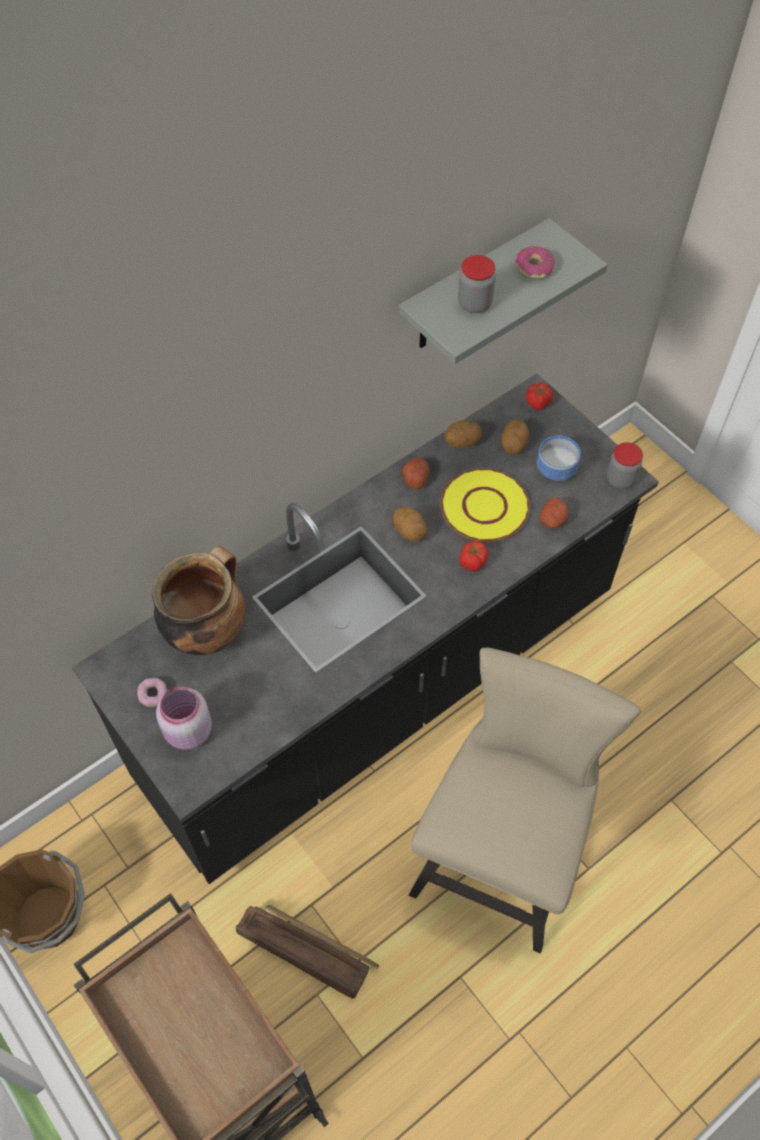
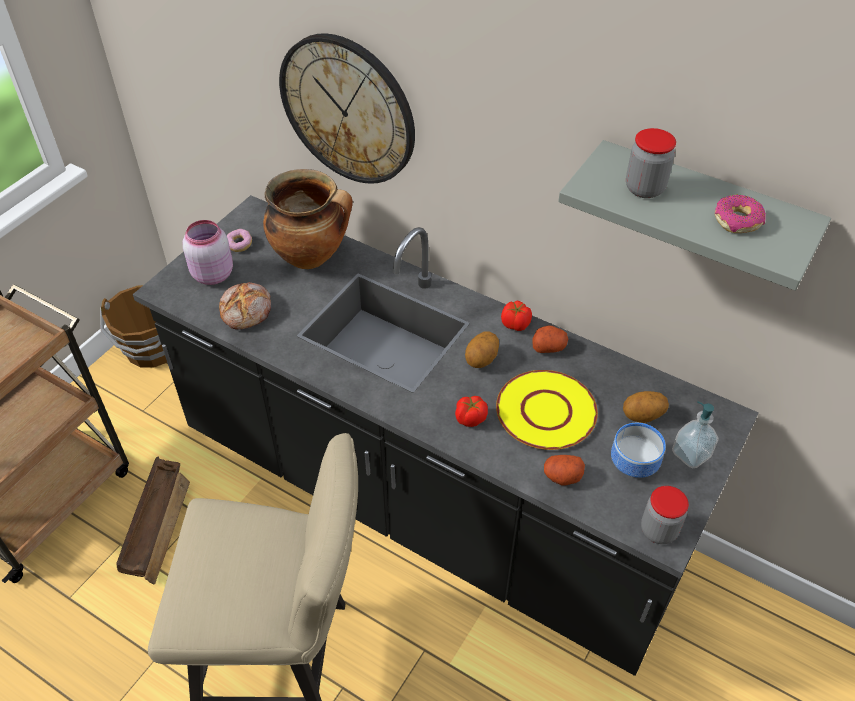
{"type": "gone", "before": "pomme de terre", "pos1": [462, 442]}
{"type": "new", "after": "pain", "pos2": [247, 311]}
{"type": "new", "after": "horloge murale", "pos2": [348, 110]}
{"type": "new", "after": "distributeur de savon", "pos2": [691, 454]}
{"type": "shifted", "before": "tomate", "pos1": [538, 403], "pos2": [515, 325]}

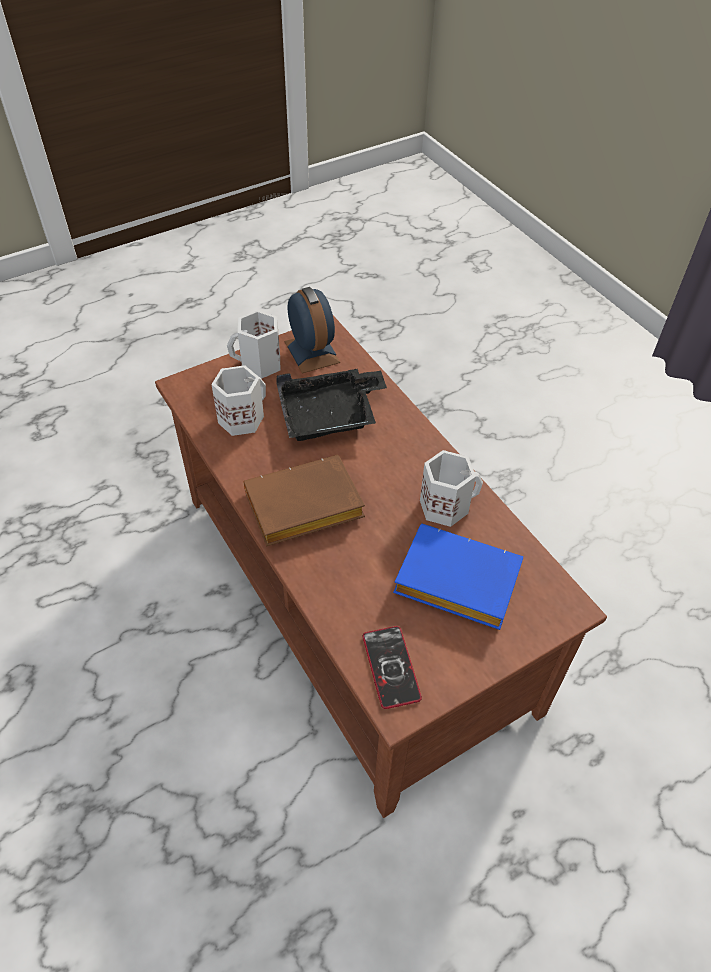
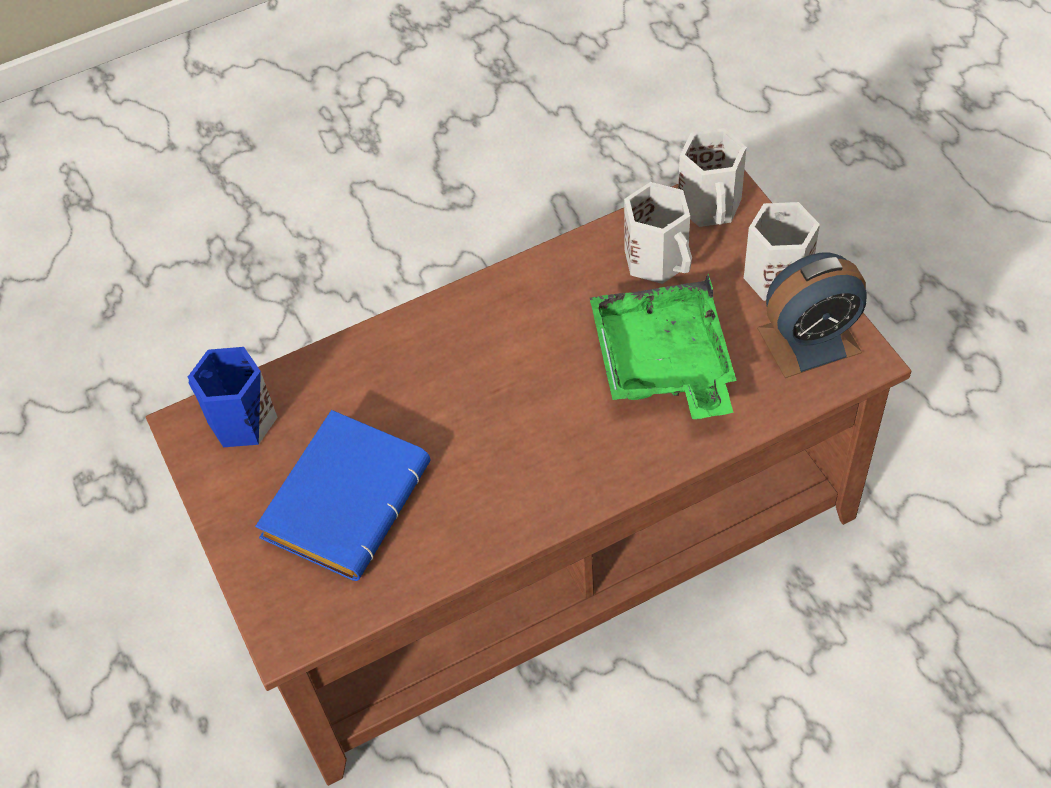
{"type": "gone", "before": "livre (marron)", "pos1": [302, 509]}
{"type": "shifted", "before": "mug (blanc)", "pos1": [445, 505], "pos2": [712, 205]}
{"type": "swapped", "before": "téléphone", "after": "mug (bleu)", "pos1": [391, 667], "pos2": [238, 420]}
{"type": "repainted", "before": "plateau (noir)", "after": "plateau (vert)", "pos1": [330, 415], "pos2": [663, 363]}

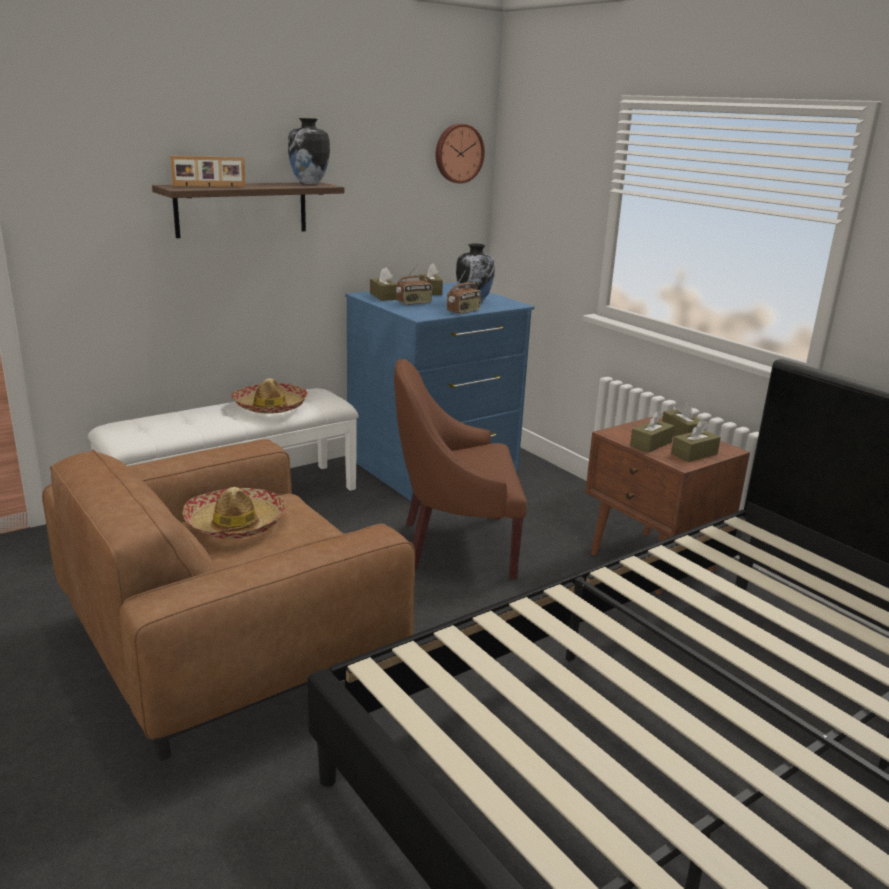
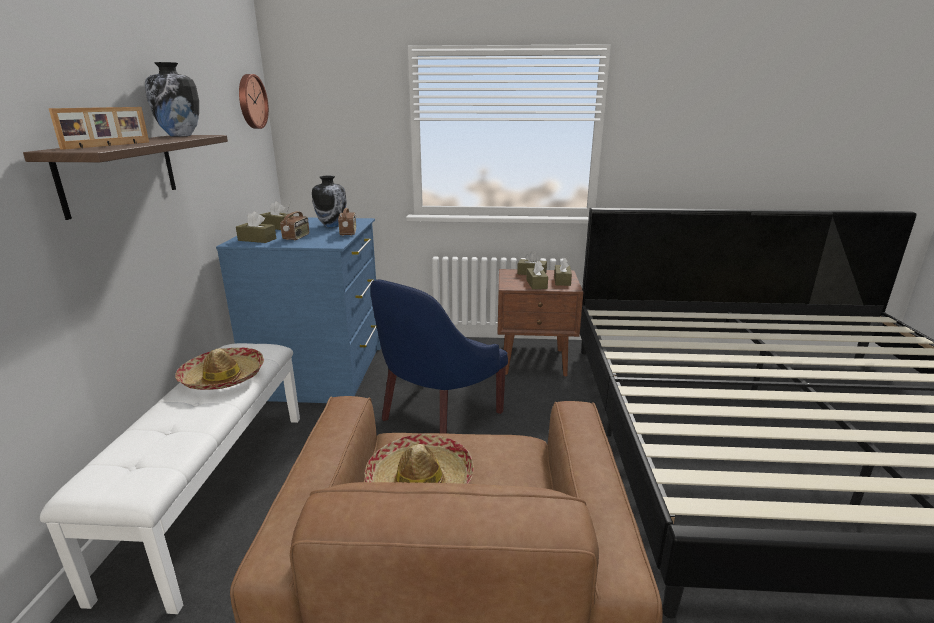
{"type": "repainted", "before": "fauteuil (marron)", "after": "fauteuil (bleu)", "pos1": [455, 545], "pos2": [436, 414]}

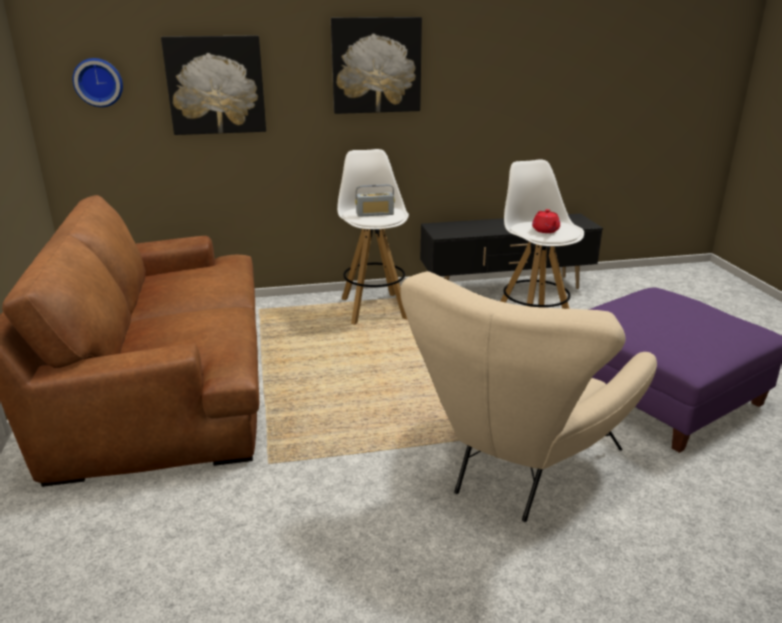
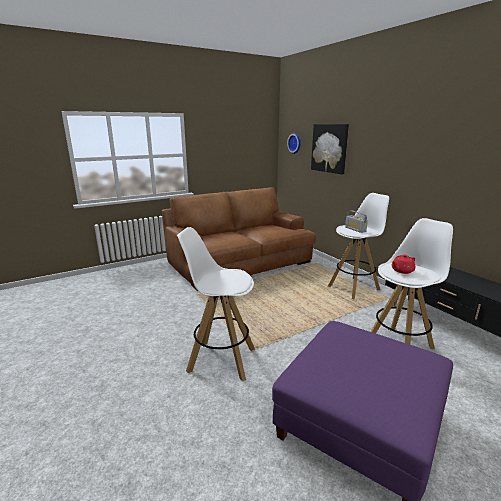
{"type": "gone", "before": "tableau", "pos1": [376, 65]}
{"type": "swapped", "before": "fauteuil (beige)", "after": "tabouret (blanc)", "pos1": [516, 469], "pos2": [221, 359]}

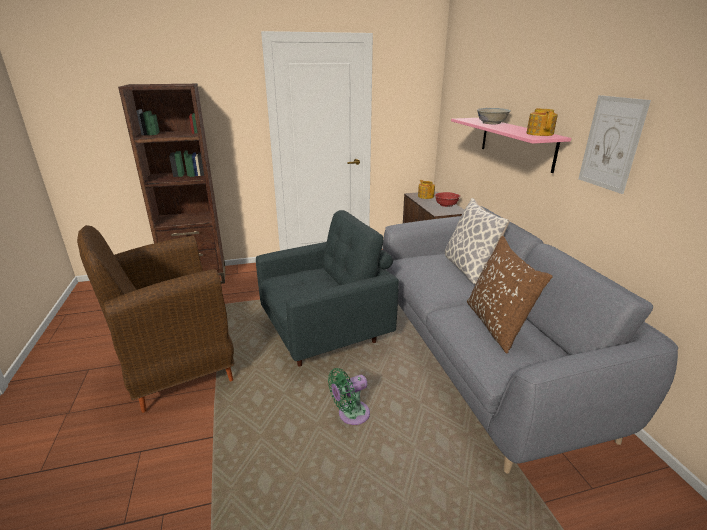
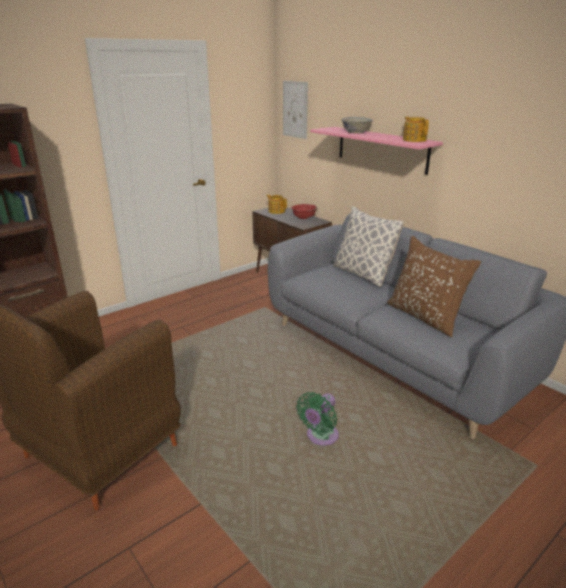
{"type": "gone", "before": "fauteuil (gris)", "pos1": [326, 333]}
{"type": "shifted", "before": "tableau", "pos1": [611, 143], "pos2": [295, 109]}

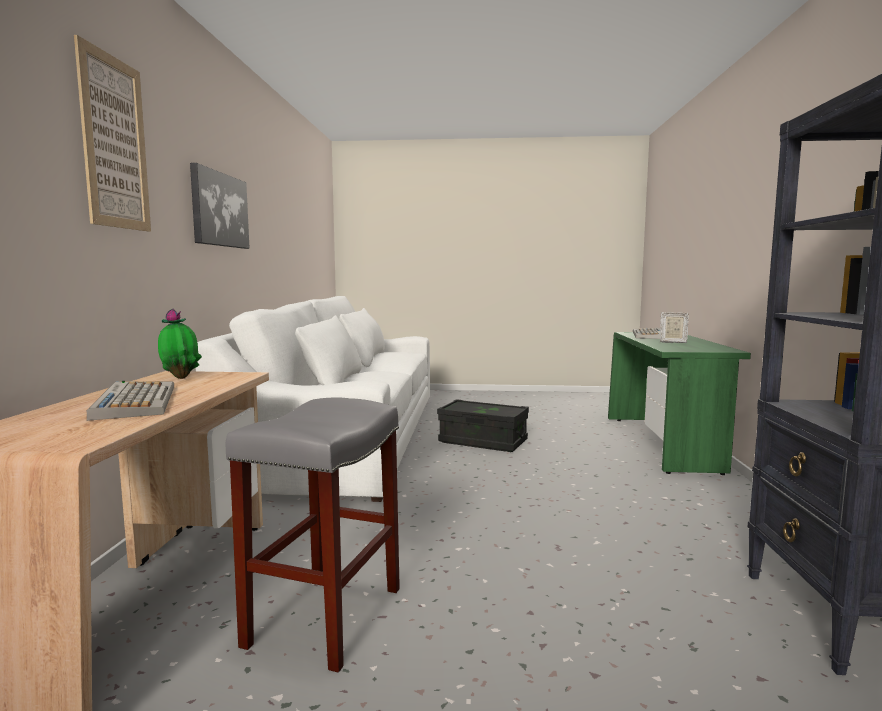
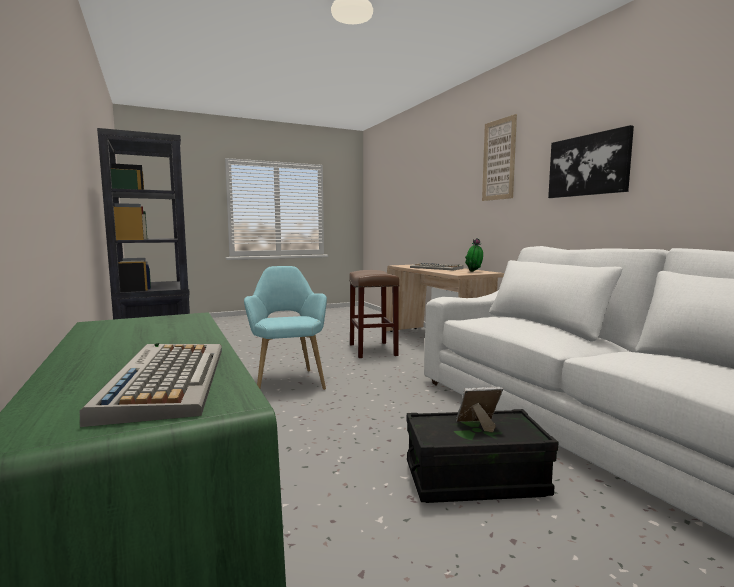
{"type": "new", "after": "fauteuil (turquoise)", "pos2": [288, 380]}
{"type": "shifted", "before": "cadre photo", "pos1": [672, 342], "pos2": [478, 426]}
{"type": "repainted", "before": "tabouret (gris)", "after": "tabouret (marron)", "pos1": [325, 618], "pos2": [372, 349]}

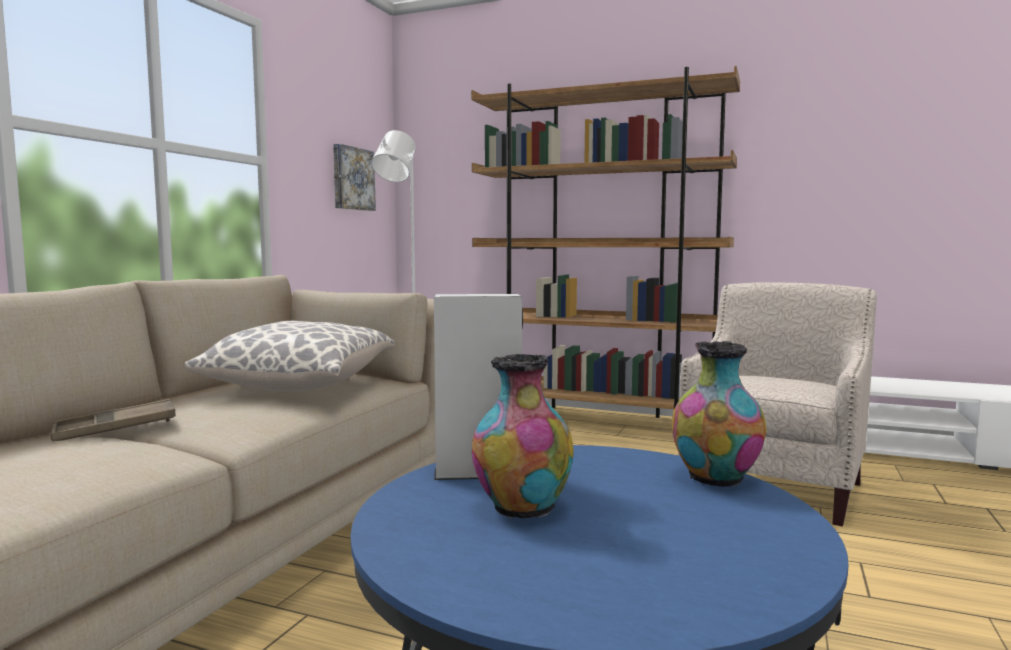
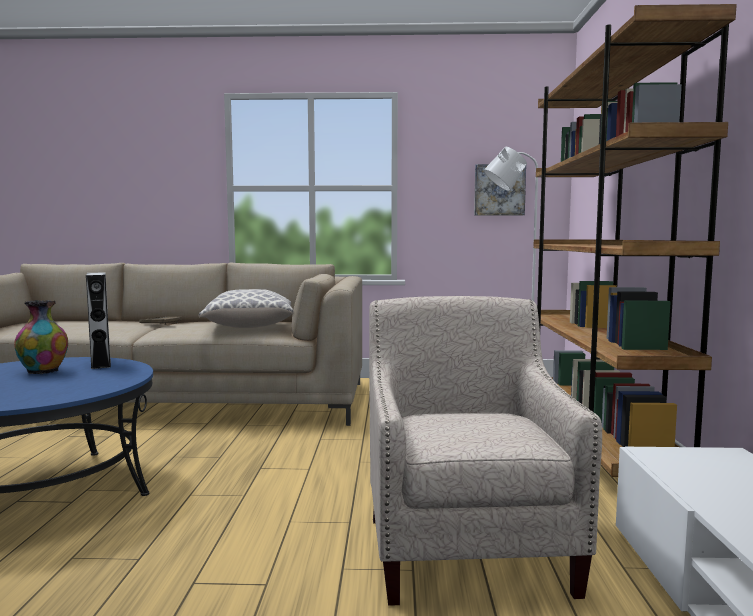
{"type": "gone", "before": "vase", "pos1": [715, 479]}
{"type": "rotated", "before": "fauteuil (beige)", "pos1": [776, 485], "pos2": [467, 545], "turn": -105}

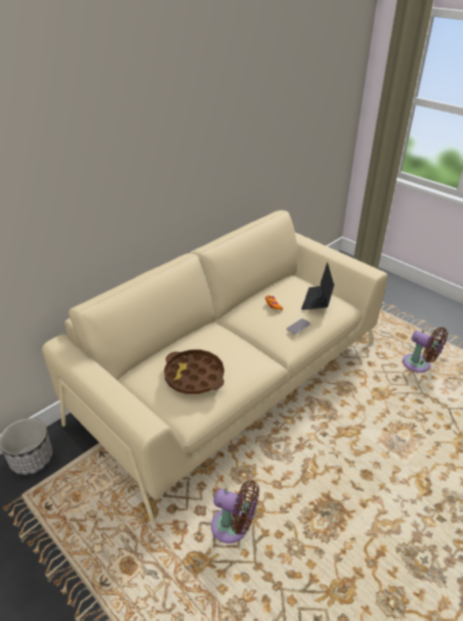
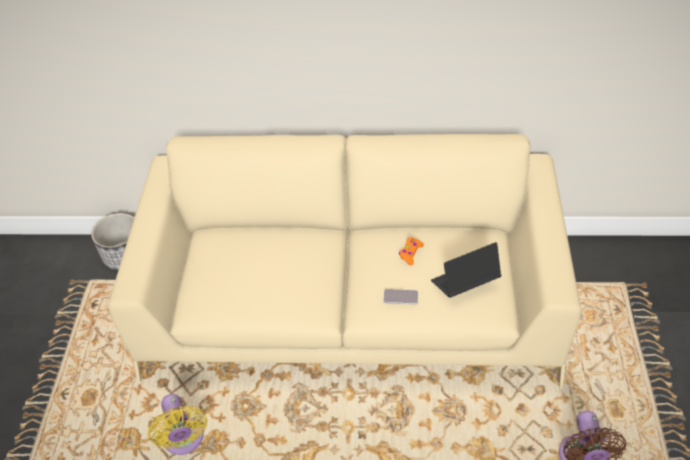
{"type": "gone", "before": "plateau (marron)", "pos1": [194, 376]}
{"type": "repainted", "before": "ventilateur (marron)", "after": "ventilateur (jaune)", "pos1": [233, 527], "pos2": [184, 440]}

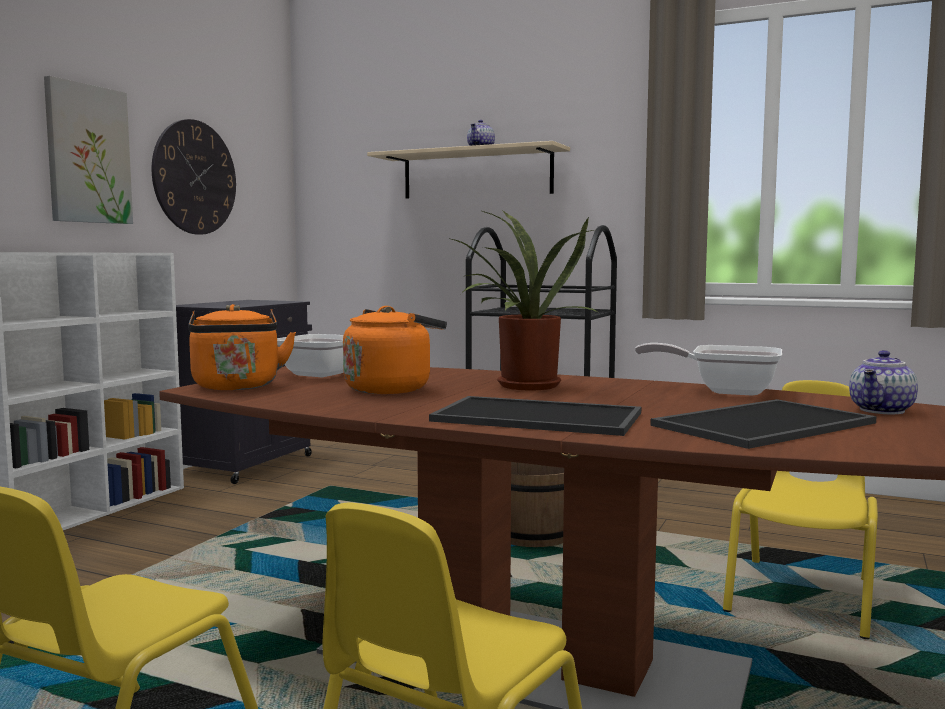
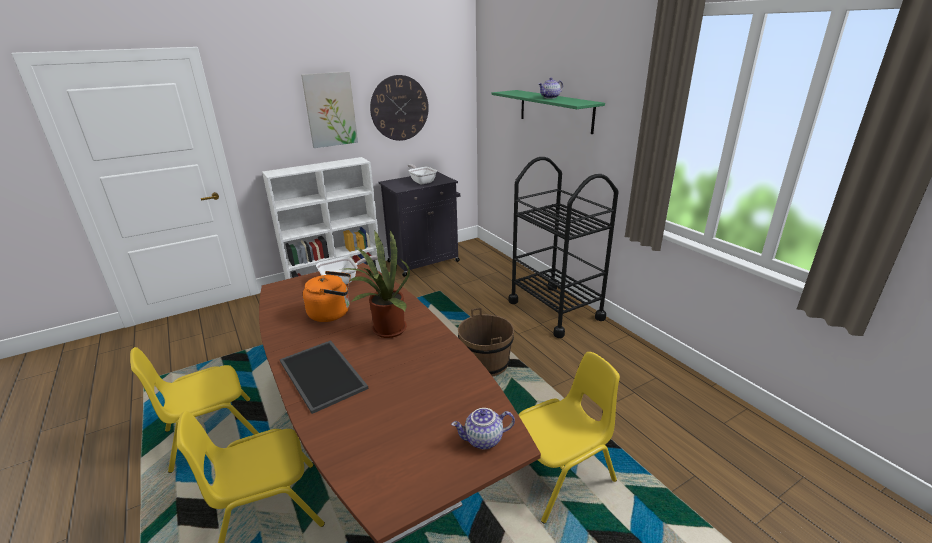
{"type": "gone", "before": "bouilloire (orange)", "pos1": [237, 387]}
{"type": "gone", "before": "plateau", "pos1": [762, 423]}
{"type": "shifted", "before": "poêle", "pos1": [724, 391], "pos2": [422, 181]}
{"type": "repainted", "before": "étagère (beige)", "after": "étagère (vert)", "pos1": [476, 174], "pos2": [555, 110]}

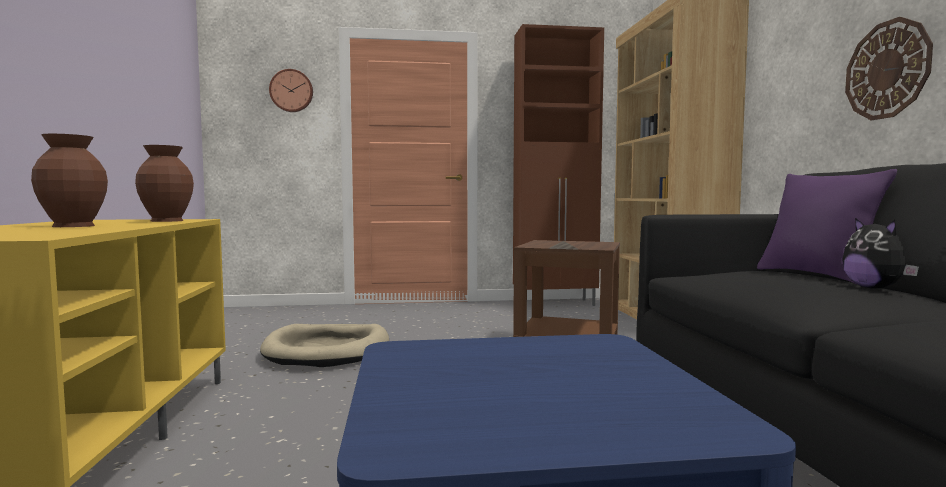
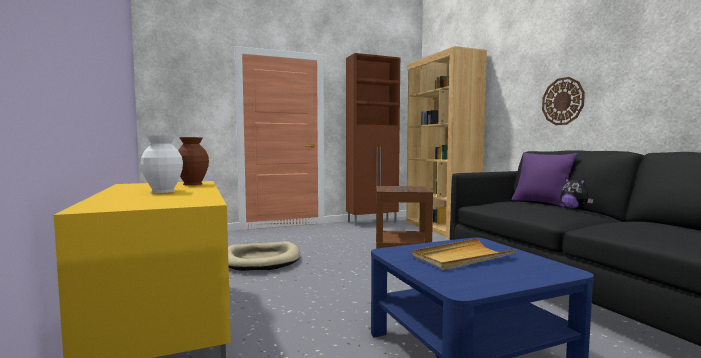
{"type": "gone", "before": "horloge murale", "pos1": [291, 91]}
{"type": "new", "after": "plateau (beige)", "pos2": [462, 257]}
{"type": "repainted", "before": "vase (marron)", "after": "vase (blanc)", "pos1": [75, 226], "pos2": [164, 191]}

